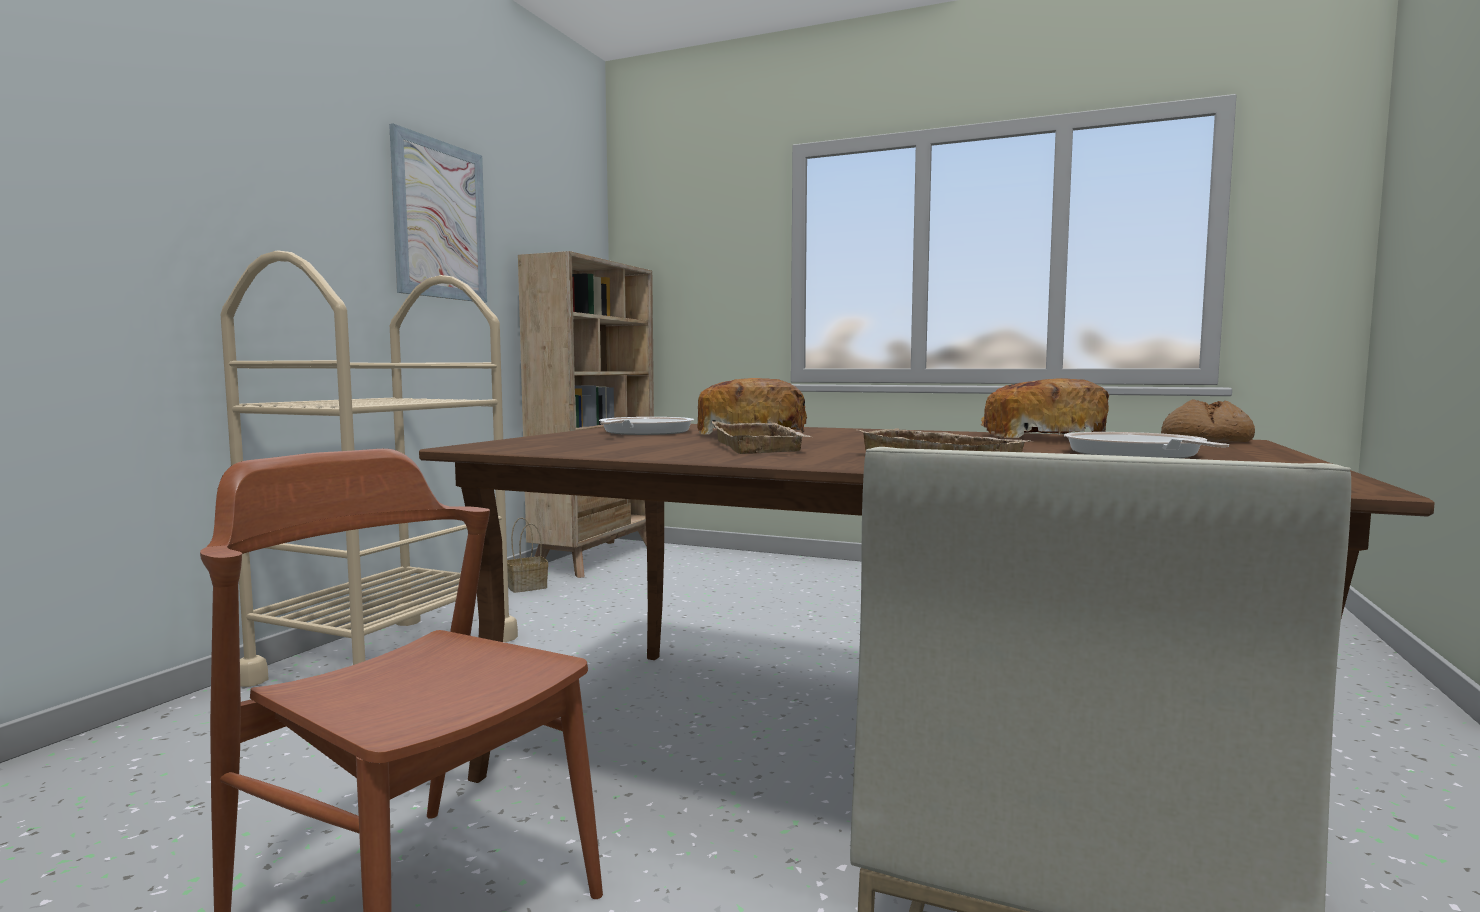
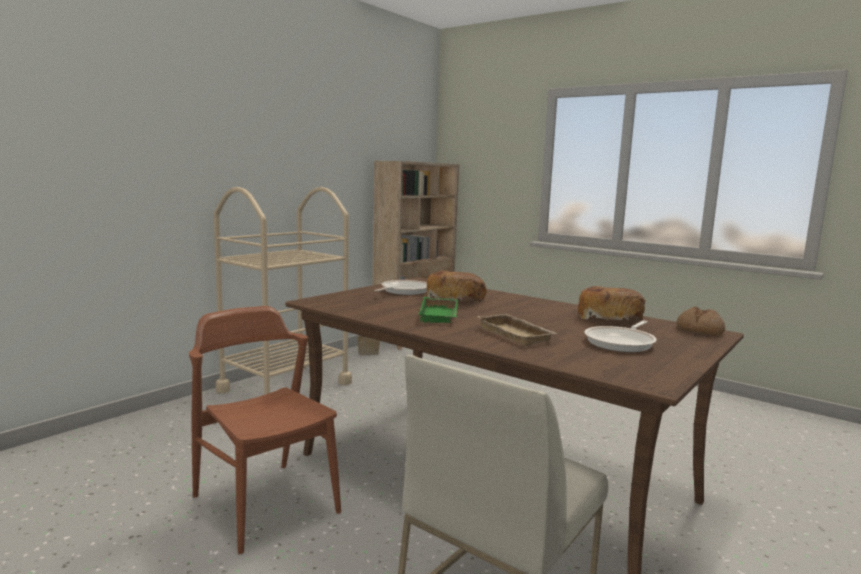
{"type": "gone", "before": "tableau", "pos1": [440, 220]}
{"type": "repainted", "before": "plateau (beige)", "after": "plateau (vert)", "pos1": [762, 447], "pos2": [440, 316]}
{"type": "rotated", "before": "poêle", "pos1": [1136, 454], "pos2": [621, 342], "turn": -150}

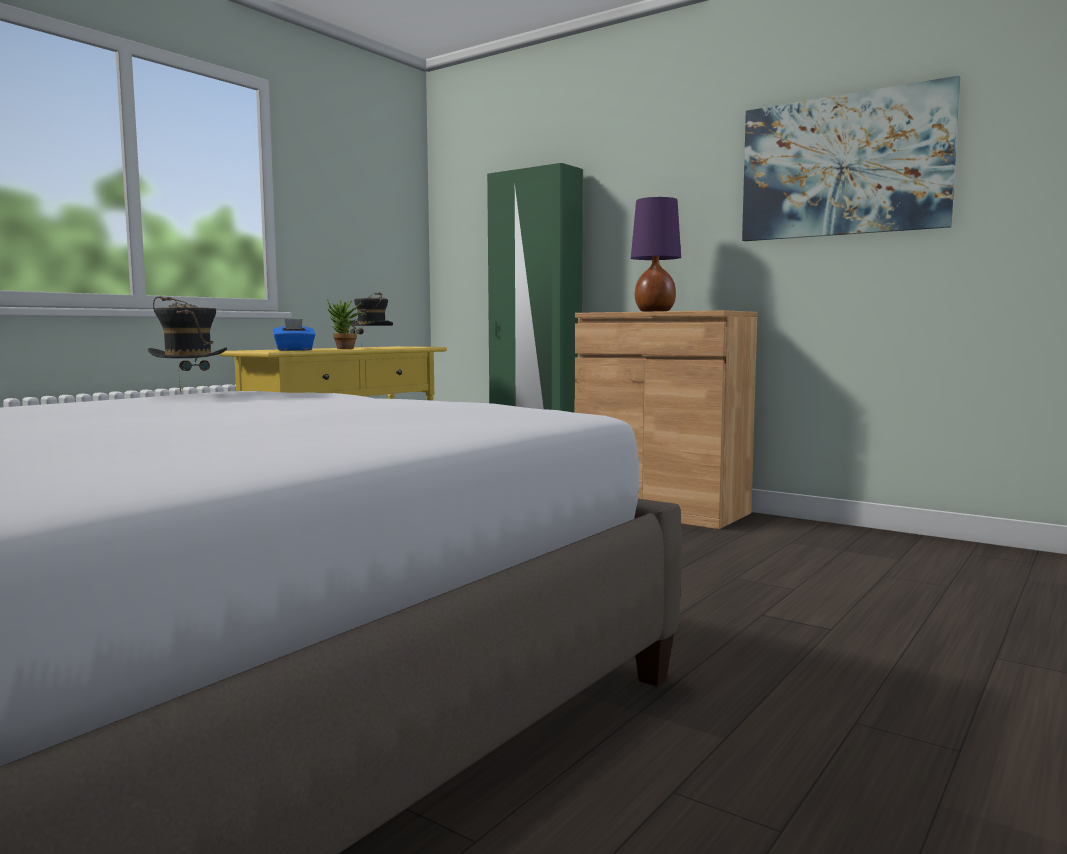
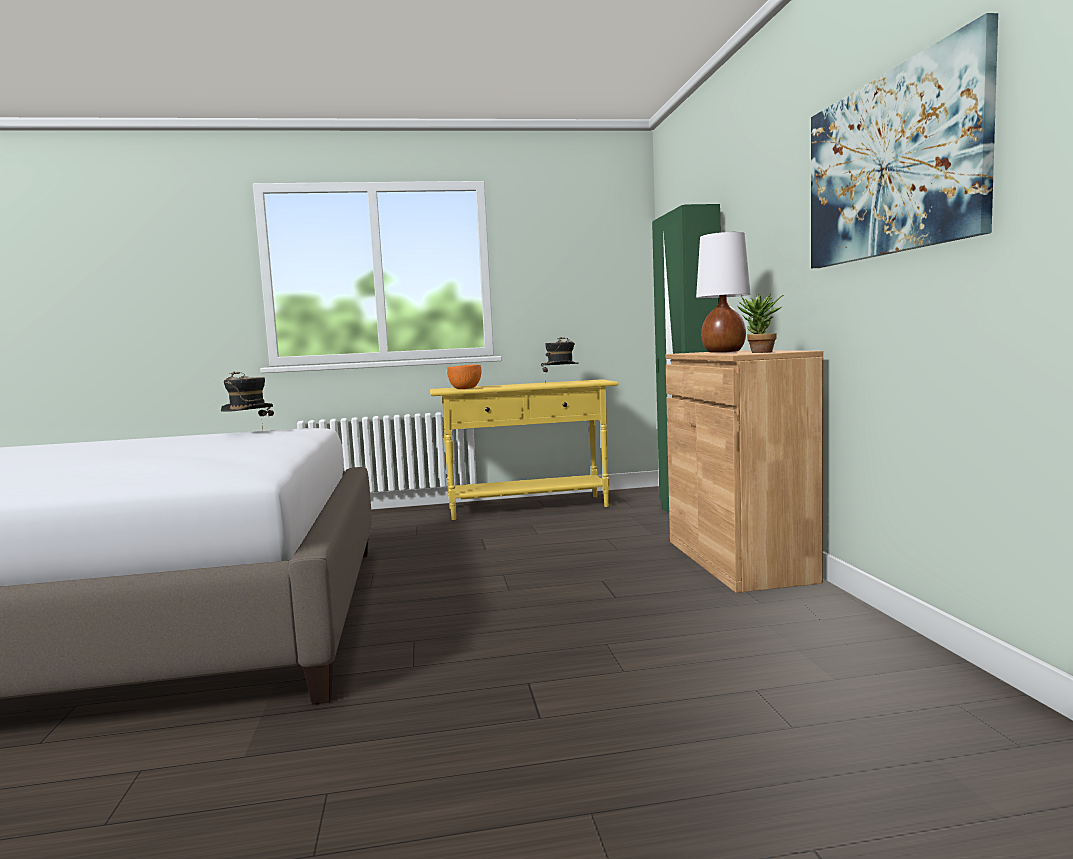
{"type": "shifted", "before": "plante en pot", "pos1": [344, 349], "pos2": [759, 352]}
{"type": "swapped", "before": "boîte à mouchoirs (bleu)", "after": "bol (orange)", "pos1": [294, 350], "pos2": [465, 389]}
{"type": "repainted", "before": "lampe de table (violet)", "after": "lampe de table (blanc)", "pos1": [655, 311], "pos2": [723, 352]}

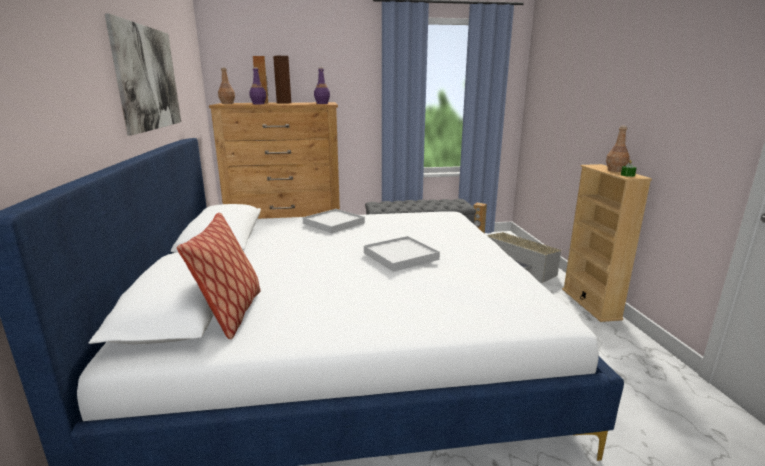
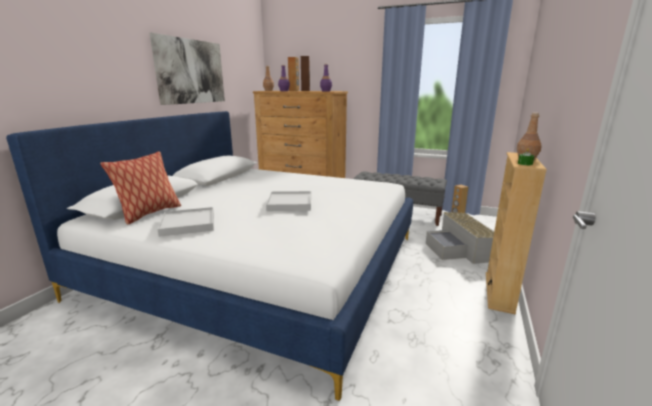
{"type": "shifted", "before": "plateau (blanc)", "pos1": [334, 223], "pos2": [188, 224]}

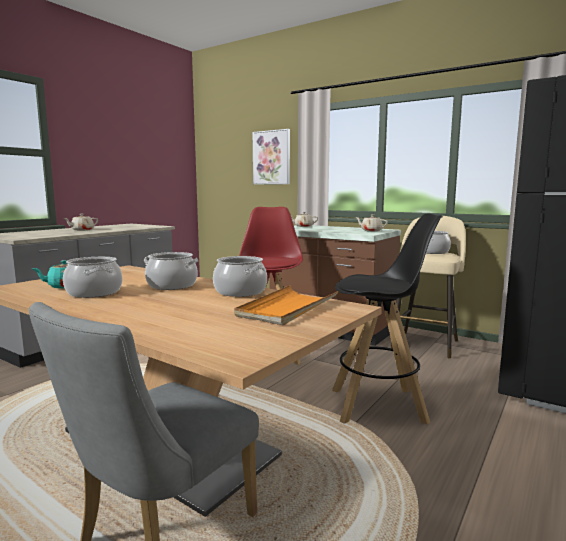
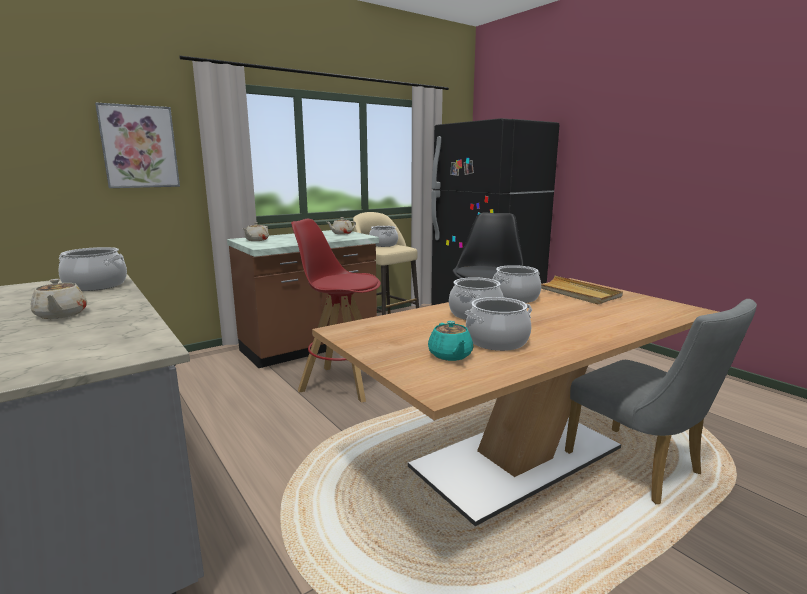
{"type": "new", "after": "marmite", "pos2": [96, 285]}
{"type": "repainted", "before": "plateau (orange)", "after": "plateau (beige)", "pos1": [287, 308], "pos2": [574, 293]}

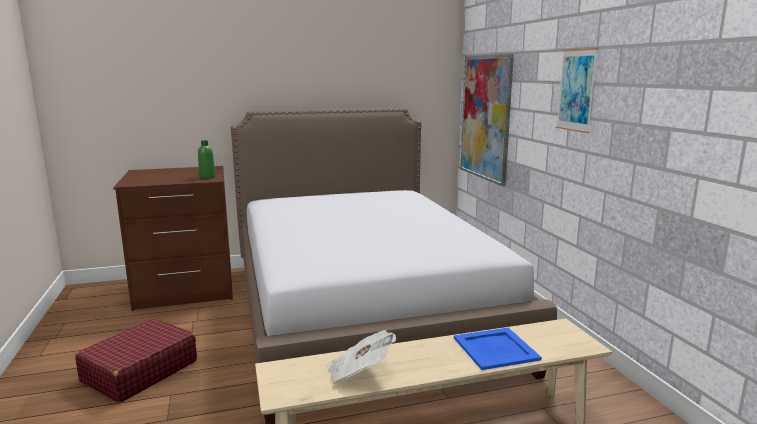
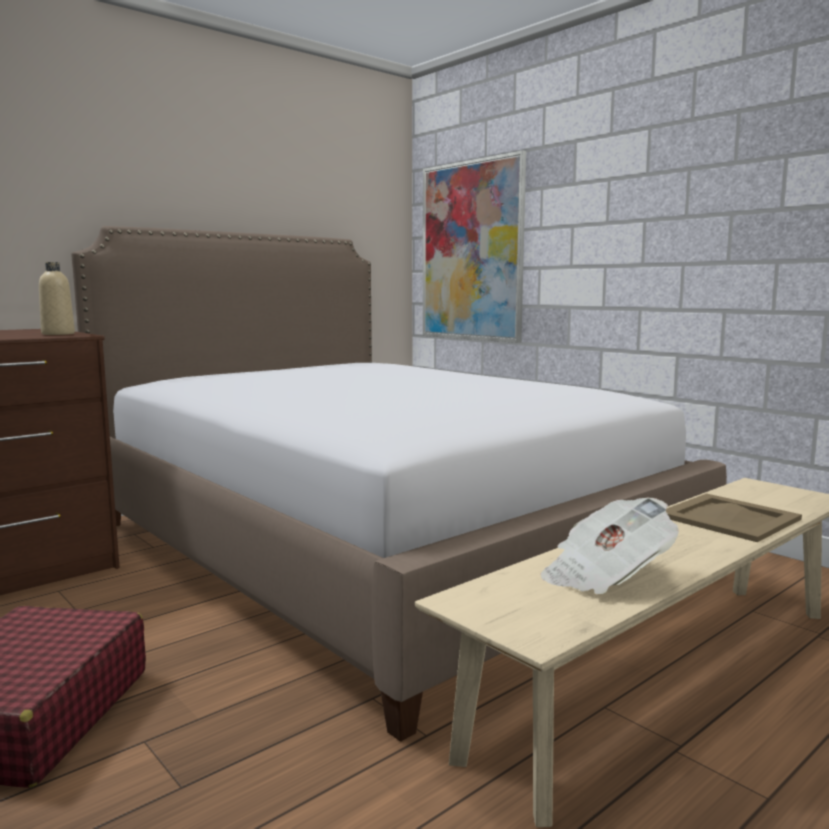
{"type": "gone", "before": "tableau", "pos1": [576, 90]}
{"type": "repainted", "before": "bouteille (vert)", "after": "bouteille (beige)", "pos1": [207, 177], "pos2": [58, 334]}
{"type": "repainted", "before": "plateau (bleu)", "after": "plateau (beige)", "pos1": [495, 348], "pos2": [727, 518]}

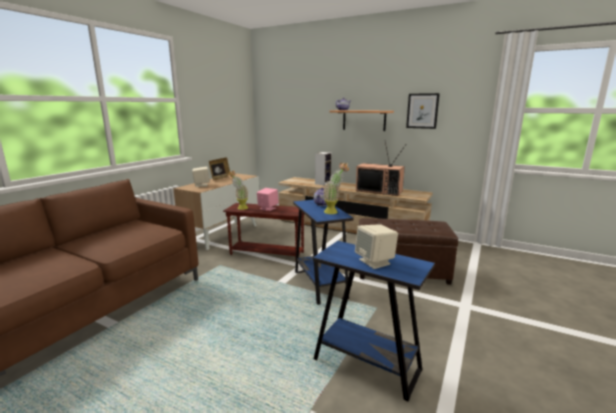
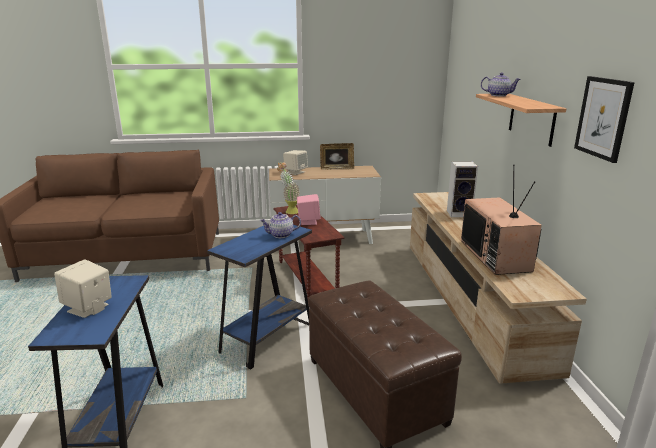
{"type": "gone", "before": "plante en pot", "pos1": [334, 212]}

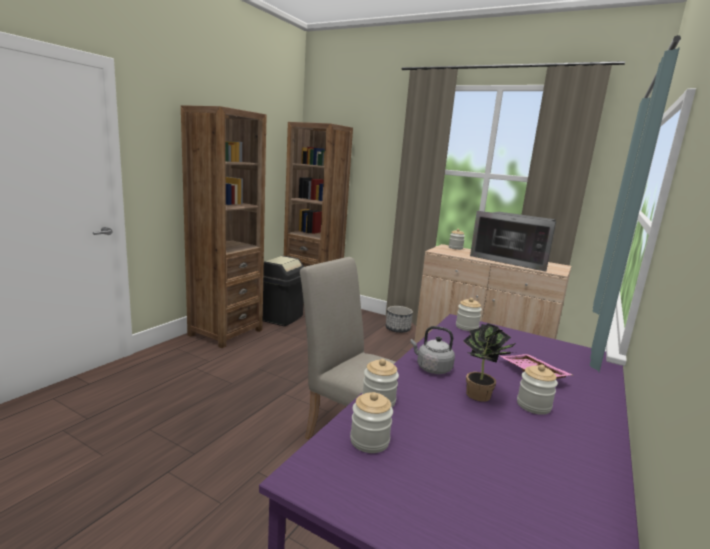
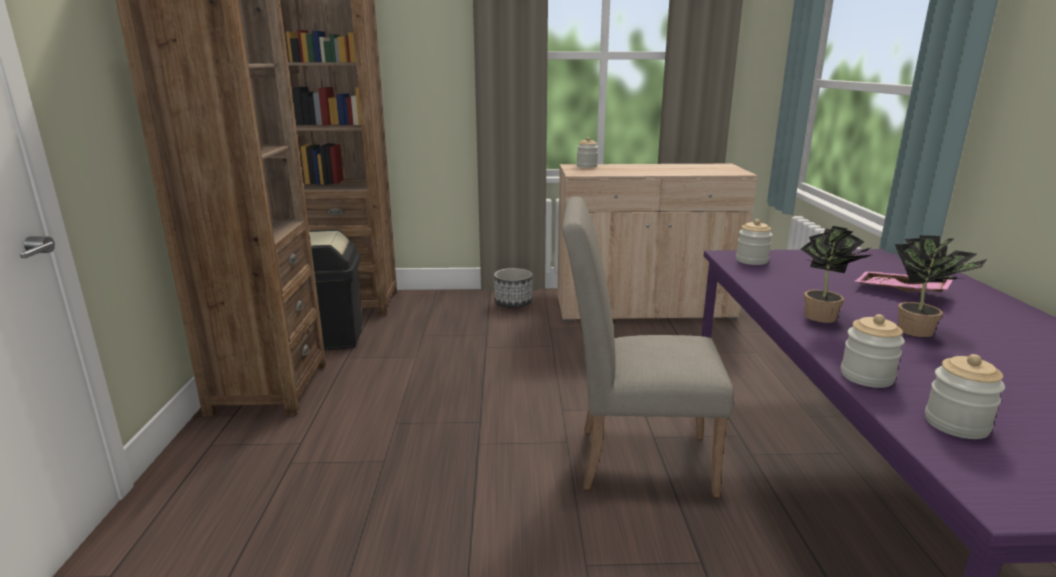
{"type": "gone", "before": "micro-ondes", "pos1": [512, 260]}
{"type": "gone", "before": "bocal", "pos1": [533, 405]}
{"type": "swapped", "before": "bouilloire (gris)", "after": "plante en pot", "pos1": [432, 368], "pos2": [824, 318]}

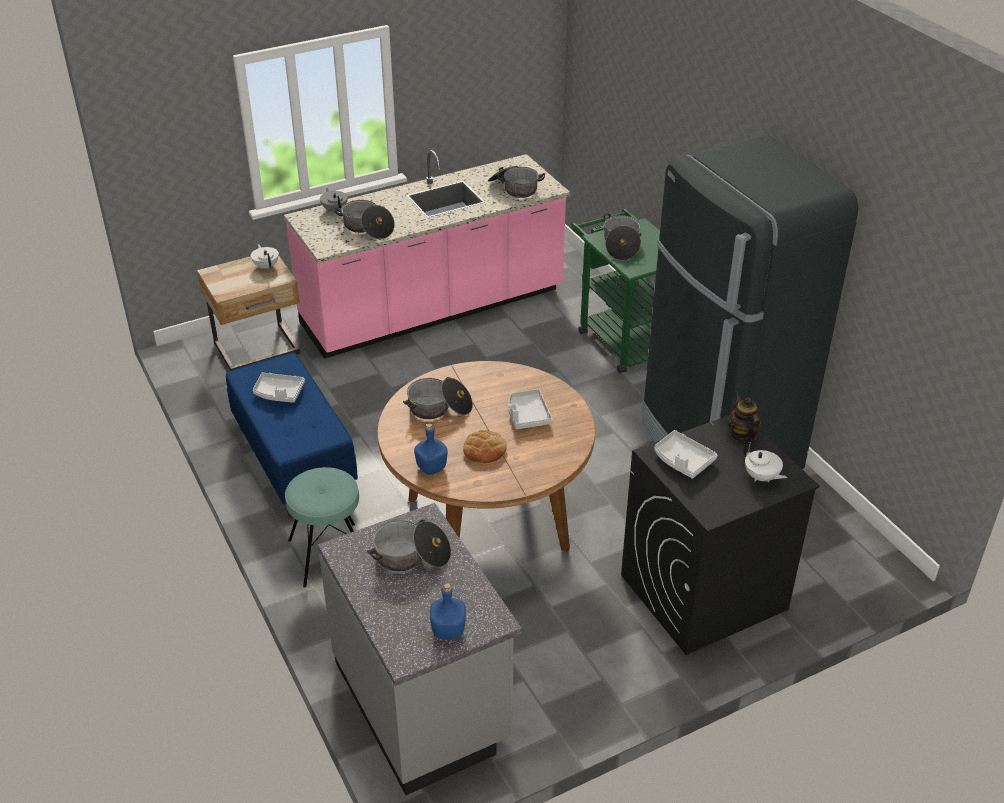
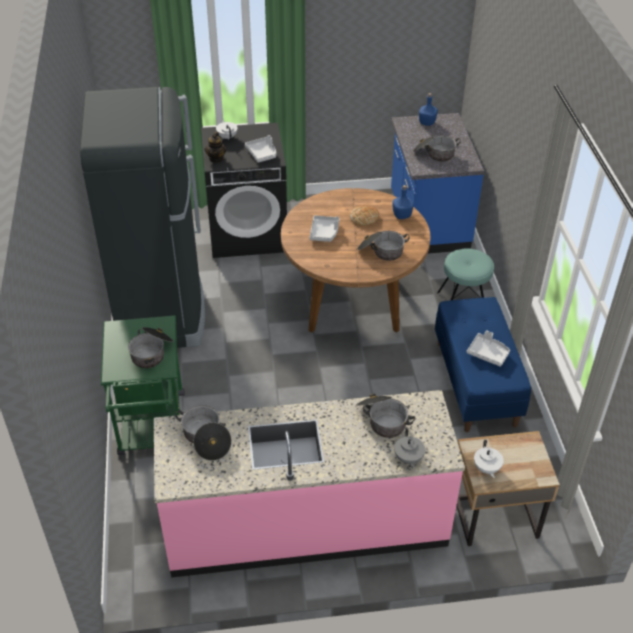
{"type": "repainted", "before": "comptoir de cuisine (gris)", "after": "comptoir de cuisine (bleu)", "pos1": [423, 702], "pos2": [427, 222]}

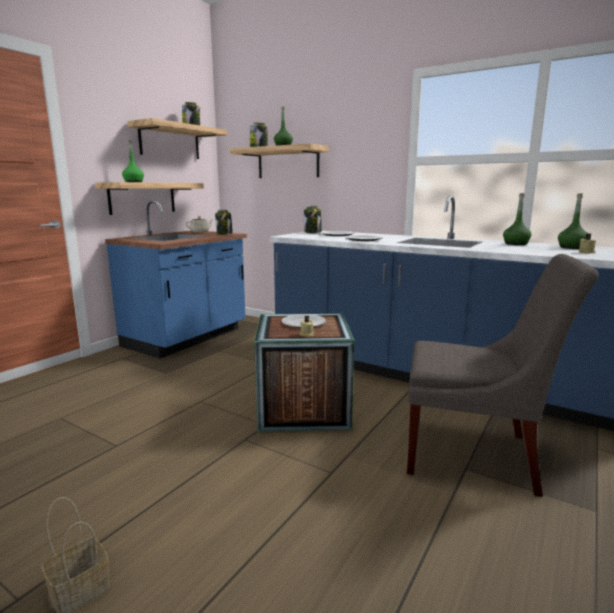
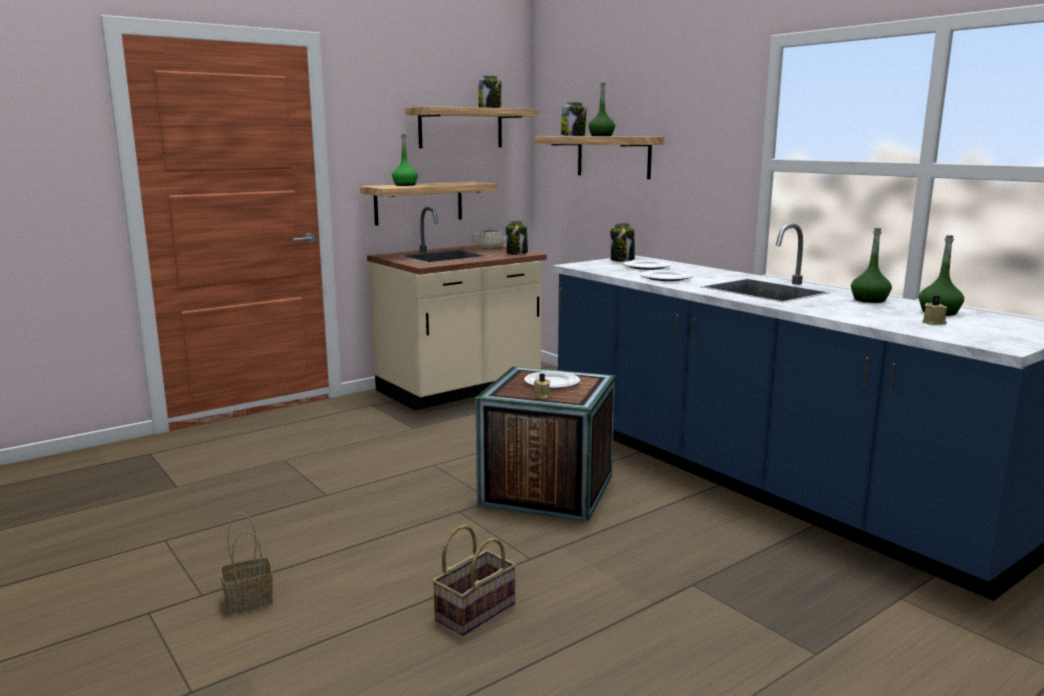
{"type": "gone", "before": "chaise (gris)", "pos1": [476, 455]}
{"type": "new", "after": "panier", "pos2": [475, 610]}
{"type": "repainted", "before": "comptoir de cuisine (bleu)", "after": "comptoir de cuisine (beige)", "pos1": [187, 338], "pos2": [459, 388]}

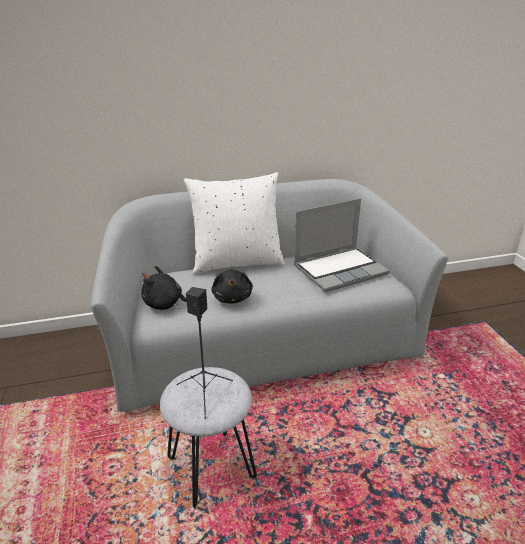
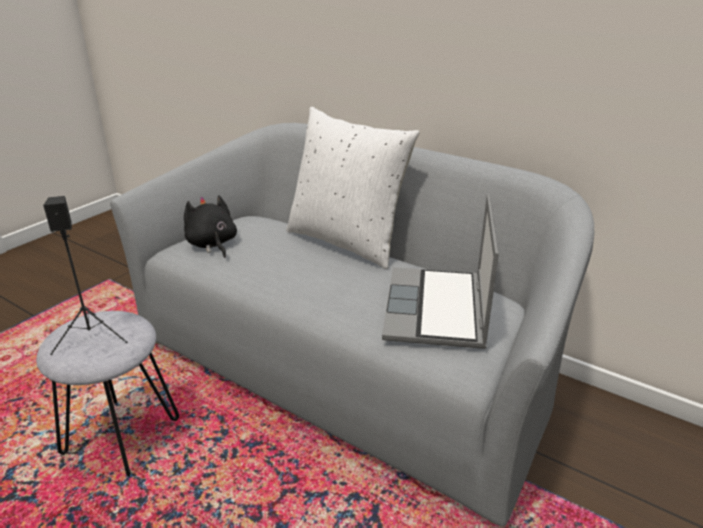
{"type": "gone", "before": "peluche (noir)", "pos1": [232, 298]}
{"type": "rotated", "before": "ordinateur portable", "pos1": [340, 270], "pos2": [437, 310], "turn": 75}

